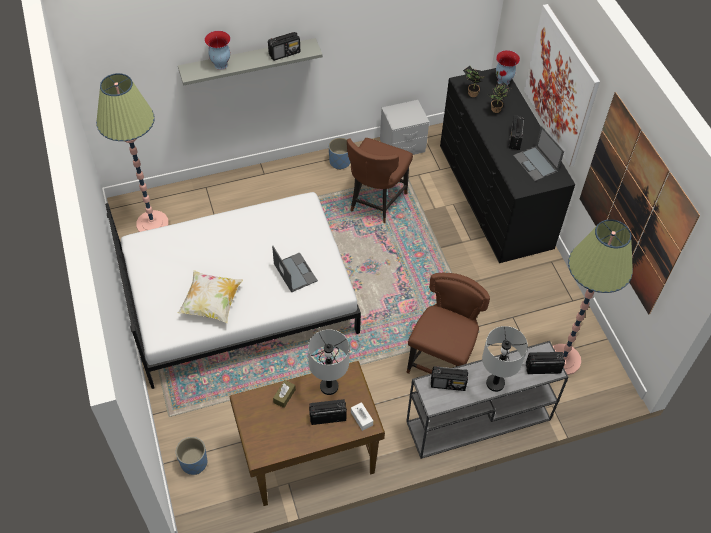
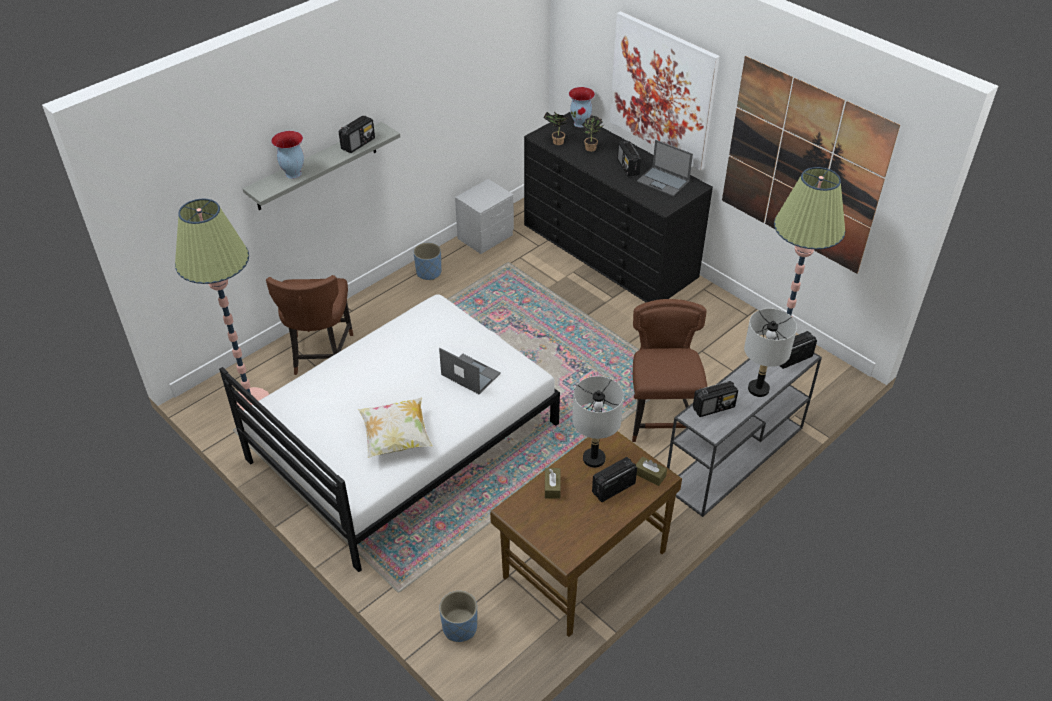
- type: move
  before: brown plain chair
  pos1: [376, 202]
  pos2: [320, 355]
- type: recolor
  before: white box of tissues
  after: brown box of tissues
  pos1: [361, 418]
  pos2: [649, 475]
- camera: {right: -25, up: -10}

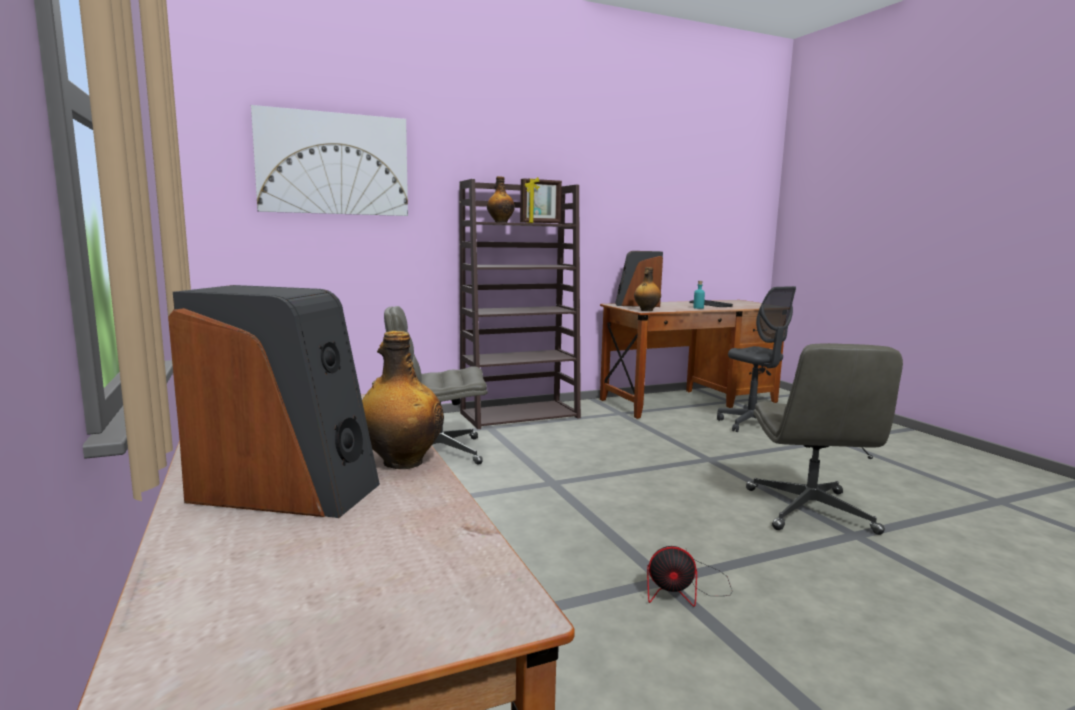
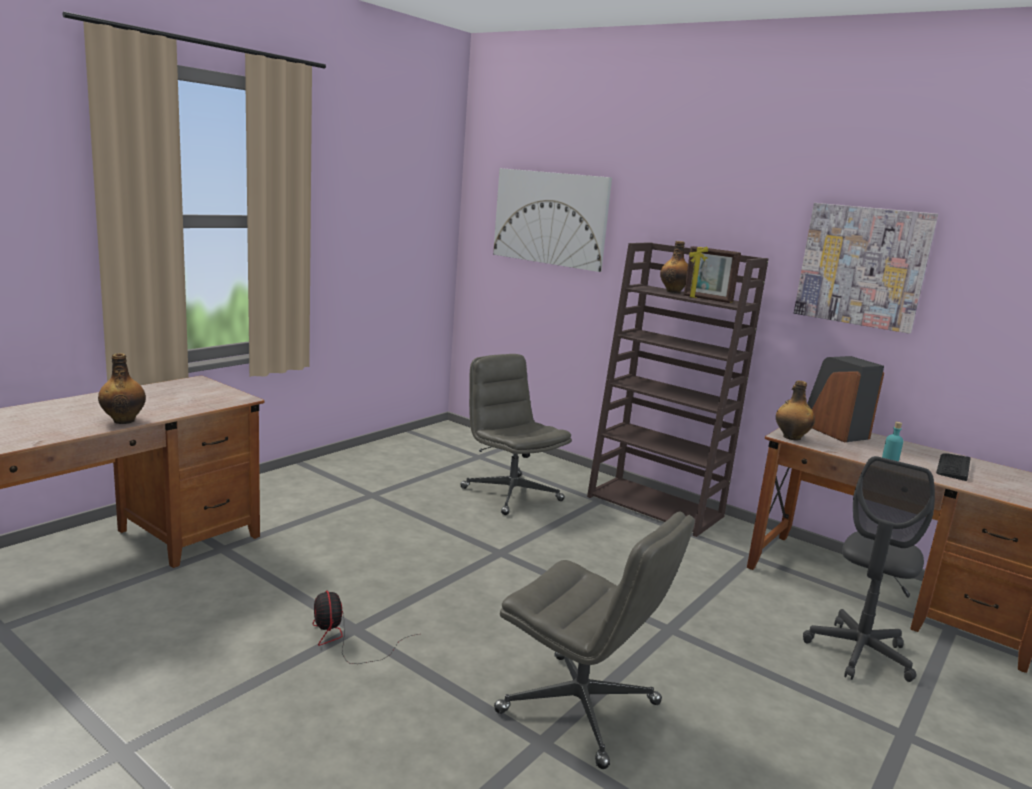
- type: rotate
  before: greyish computer chair
  pos1: [810, 511]
  pos2: [581, 708]
  turn: -120
- type: insert
  after: wall art
  pos2: [862, 266]
- type: delete
  before: loudspeaker
  pos1: [286, 491]
- camera: {right: 60, up: 5}

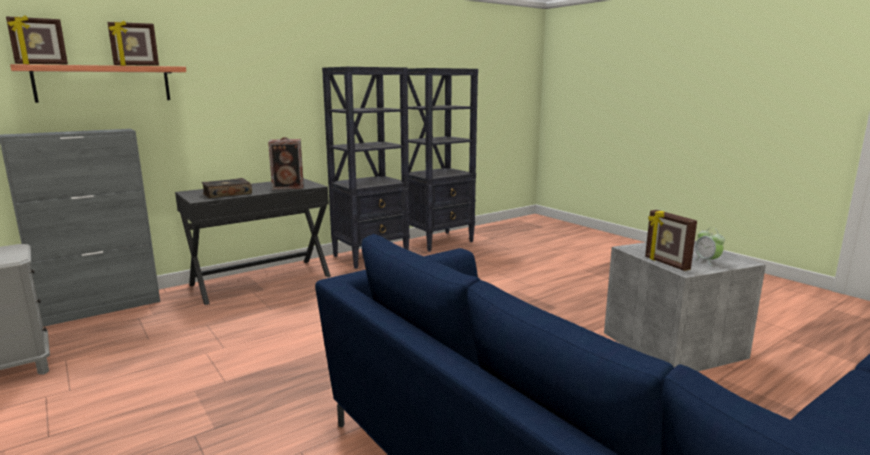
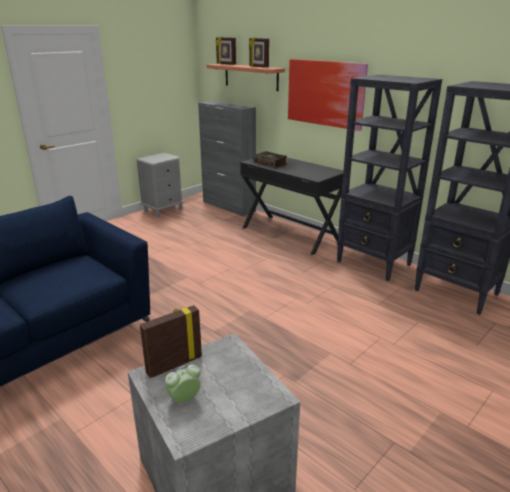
- type: insert
  after: wall art
  pos2: [325, 93]
- type: delete
  before: loudspeaker
  pos1: [289, 187]
- camera: {right: 80, up: 10}

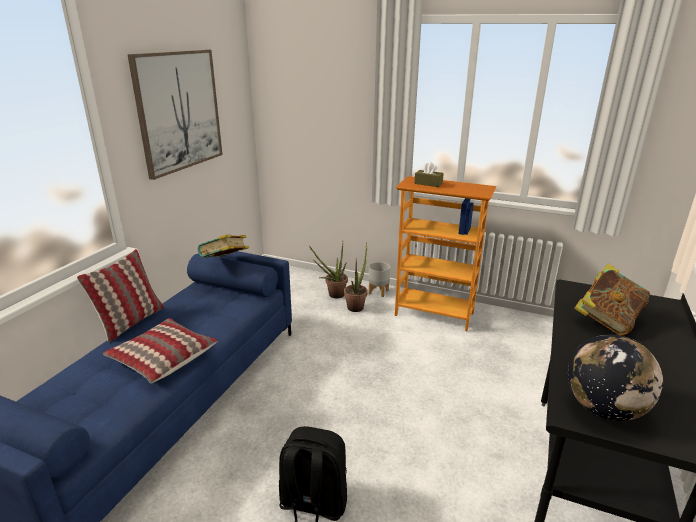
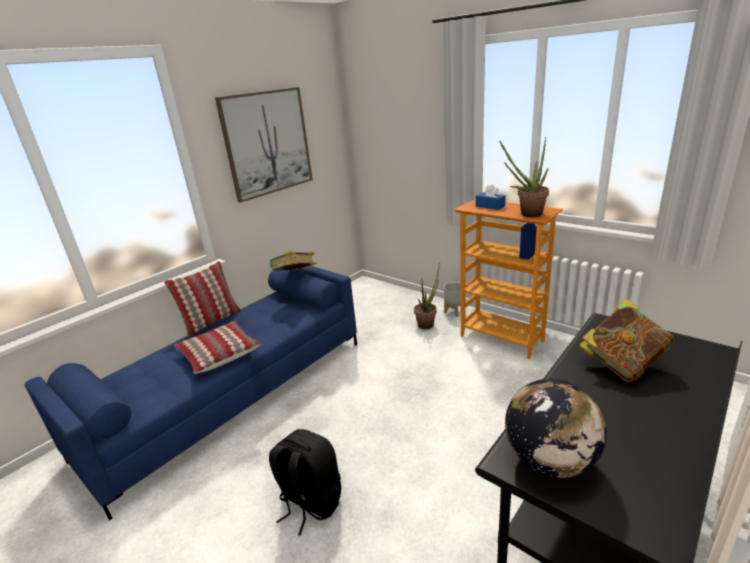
- type: recolor
  before: brown box of tissues
  after: blue-coloured box of tissues
  pos1: [428, 183]
  pos2: [490, 206]
- type: move
  before: houseplant
  pos1: [333, 295]
  pos2: [526, 214]
- camera: {right: 20, up: 0}

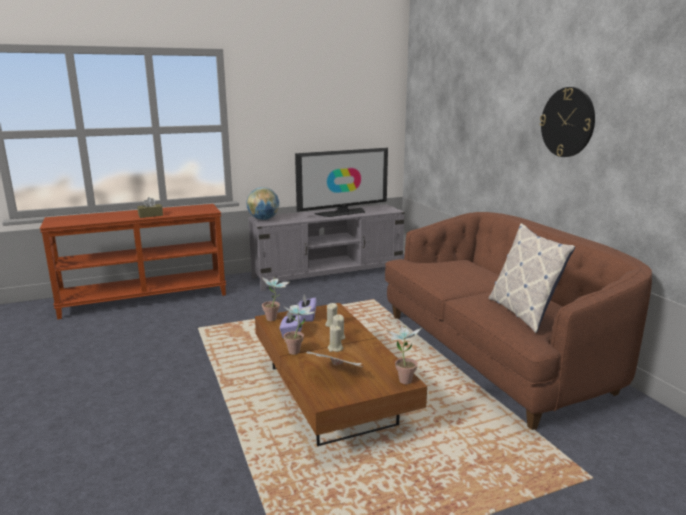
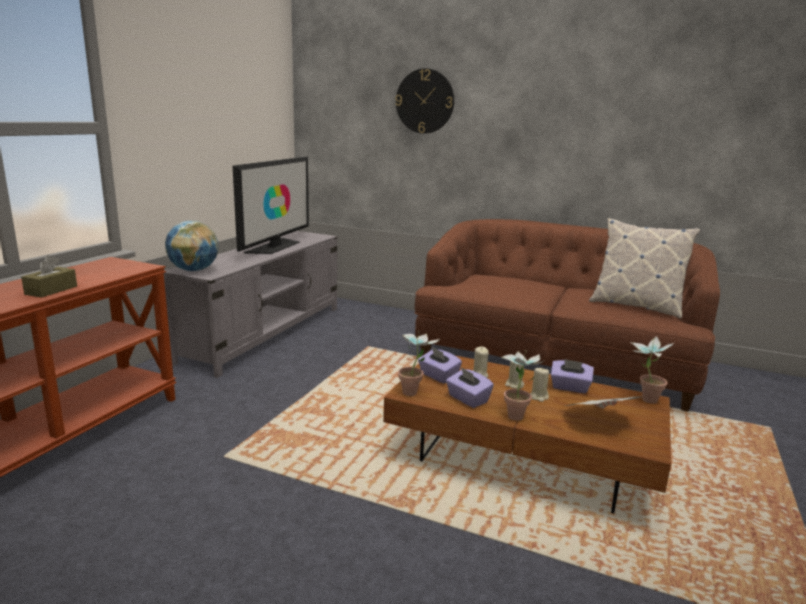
- type: move
  before: hanging clock
  pos1: [567, 122]
  pos2: [425, 101]
- type: insert
  after: purple box of tissues
  pos2: [569, 387]
- camera: {right: -45, up: 0}

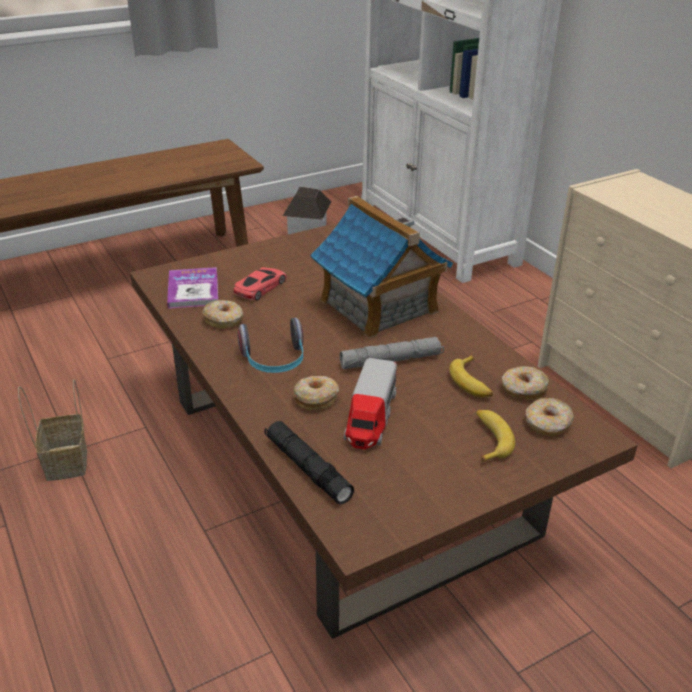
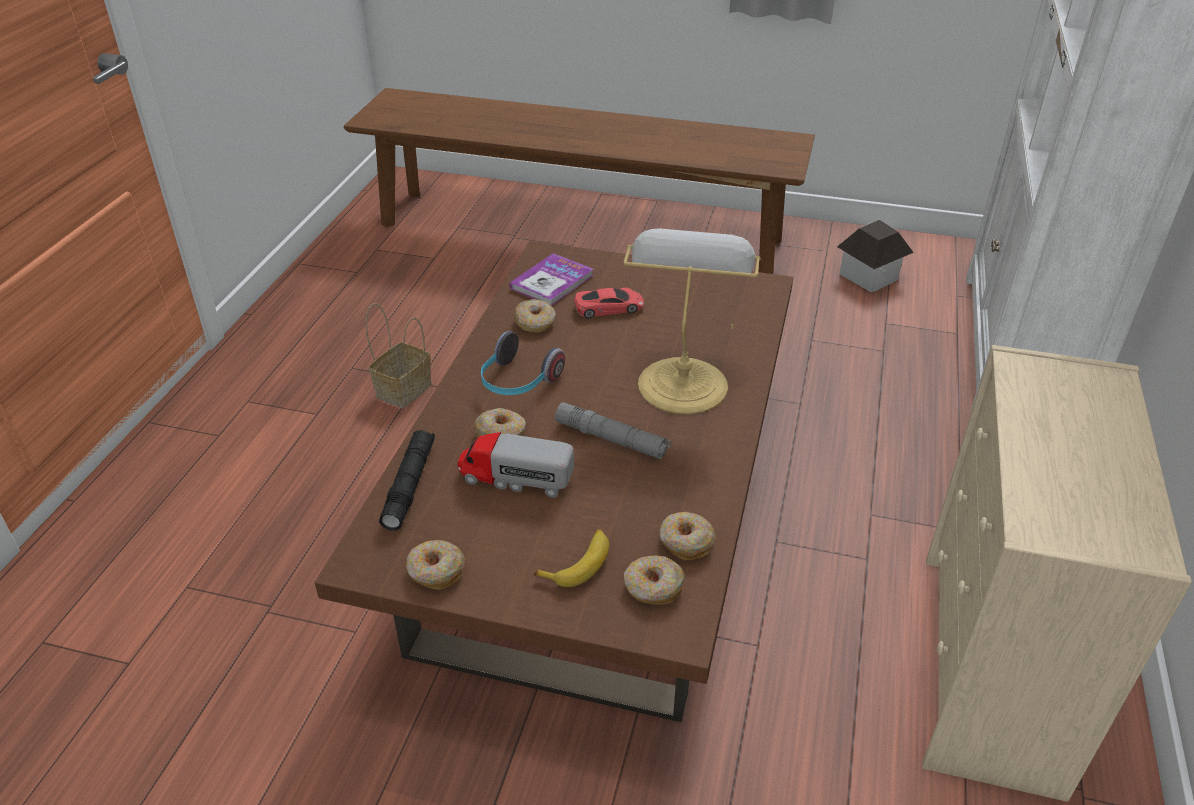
- type: insert
  after: doughnut
  pos2: [435, 571]
- type: rotate
  before: model truck
  pos1: [370, 418]
  pos2: [515, 477]
  turn: 45
- type: replace
  before: model house
  after: lamp for a table
  pos1: [379, 306]
  pos2: [682, 382]
- type: delete
  before: banana
  pos1: [472, 383]
- camera: {right: 45, up: 5}

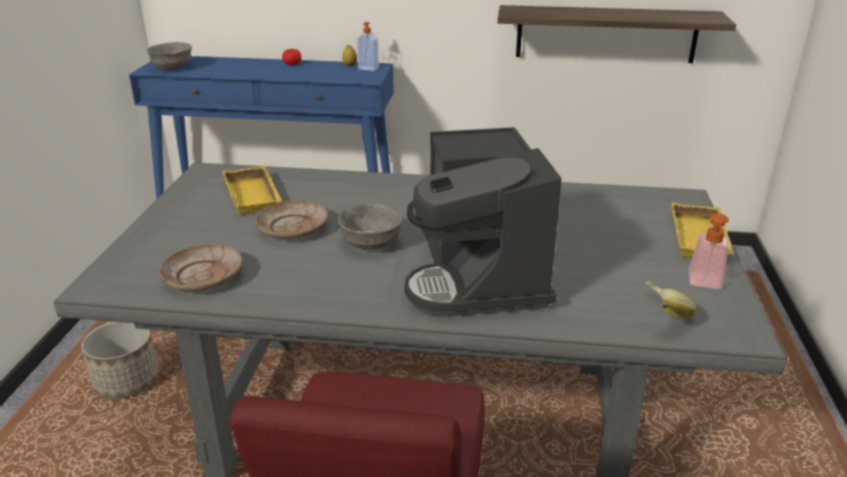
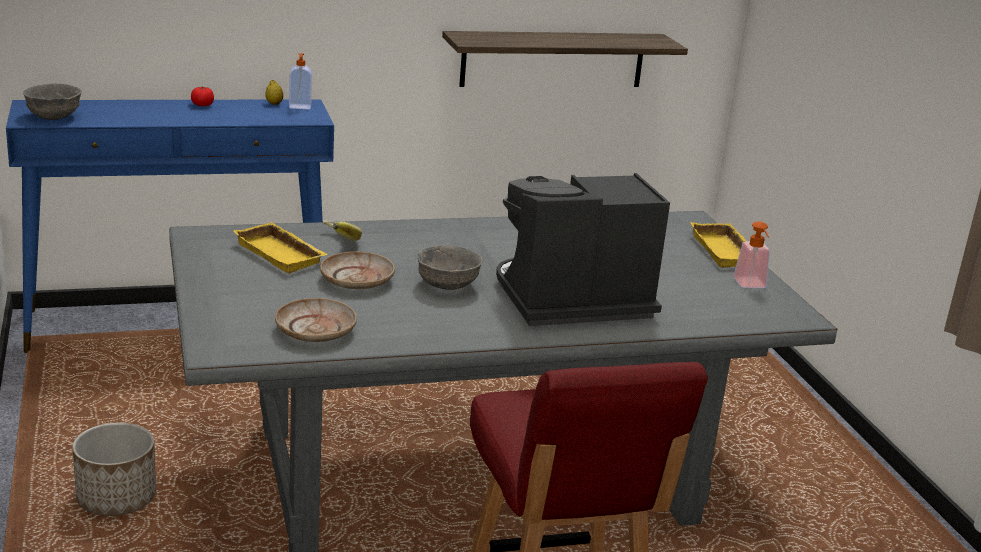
- type: move
  before: banana
  pos1: [659, 315]
  pos2: [336, 243]
- type: rotate
  before: coffee maker
  pos1: [479, 278]
  pos2: [569, 301]
  turn: 105
- camera: {right: -25, up: -5}

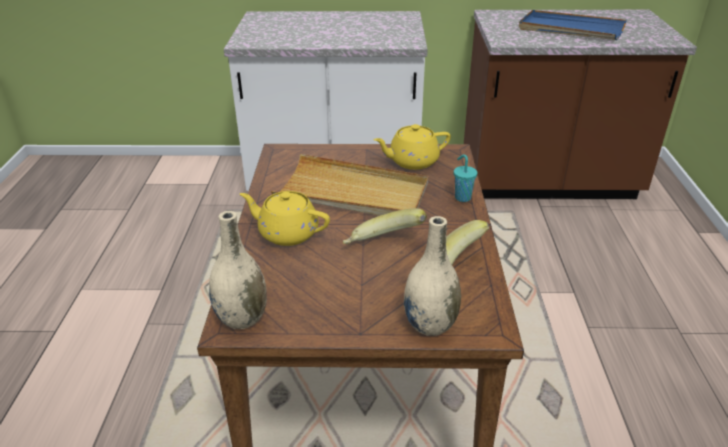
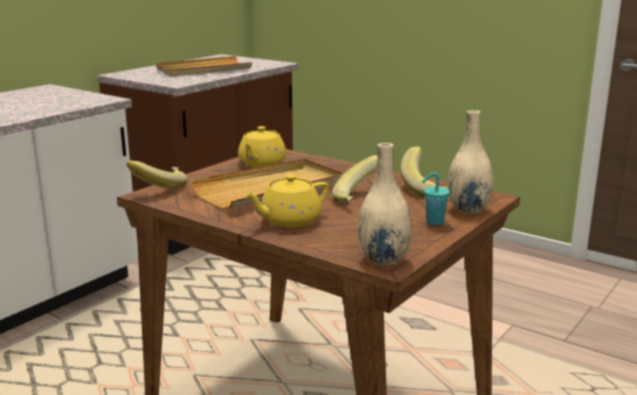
- type: insert
  after: banana
  pos2: [159, 188]
- type: recolor
  before: blue-coloured serving tray
  after: beige serving tray
  pos1: [570, 29]
  pos2: [203, 70]
- type: move
  before: blue-green drinking cup
  pos1: [462, 197]
  pos2: [433, 222]
- camera: {right: -55, up: -15}

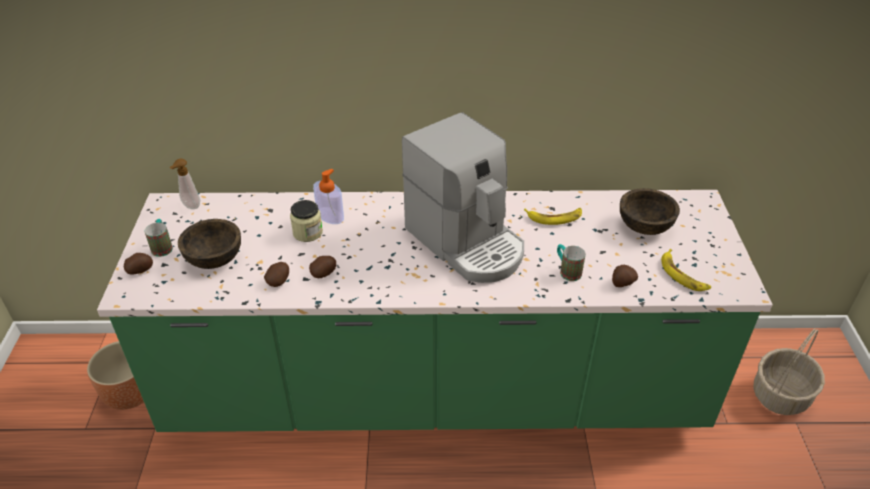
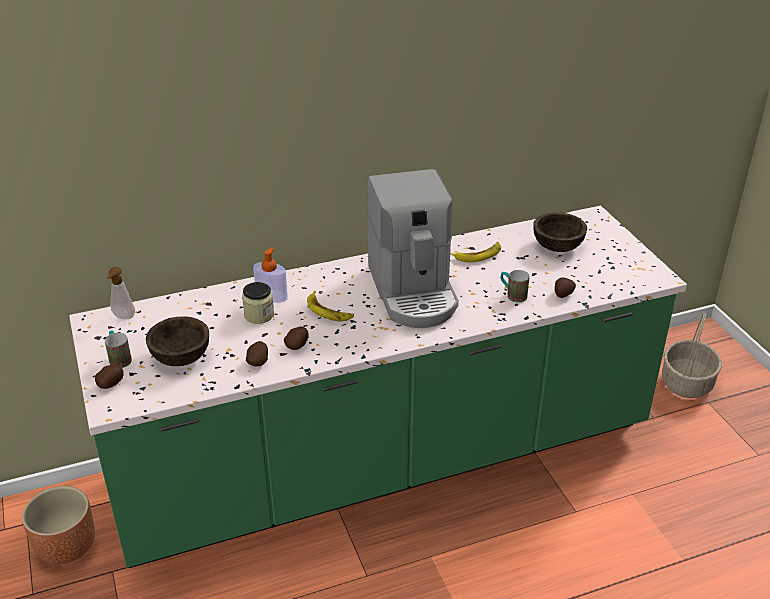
- type: move
  before: banana
  pos1: [682, 275]
  pos2: [328, 311]
- type: rotate
  before: coffee maker
  pos1: [467, 243]
  pos2: [413, 291]
  turn: 45
- camera: {right: -20, up: -5}

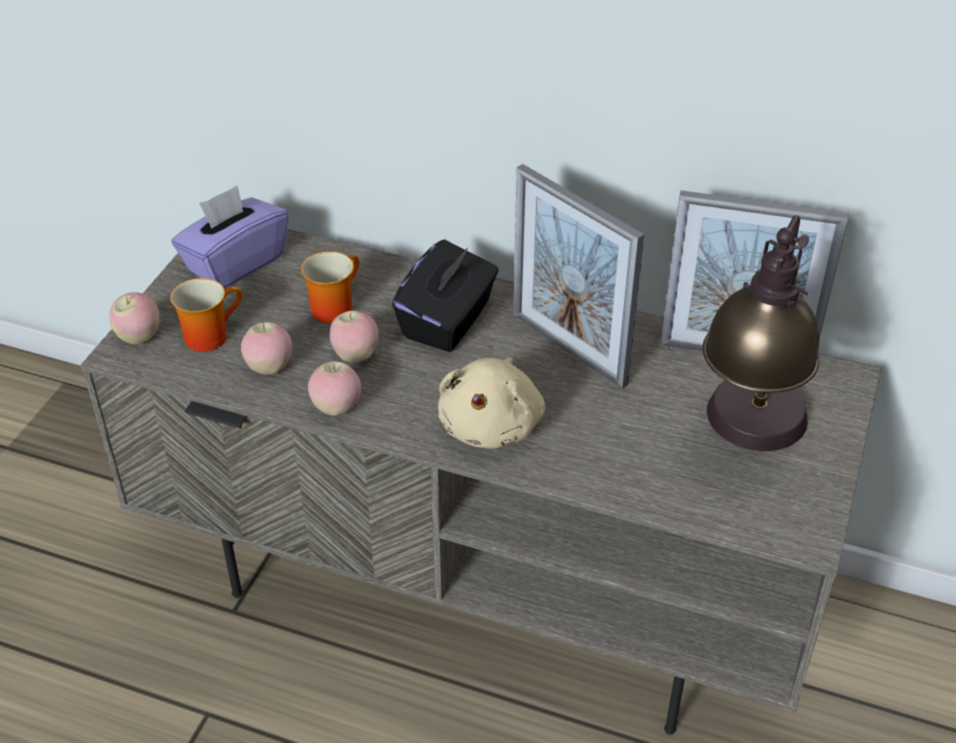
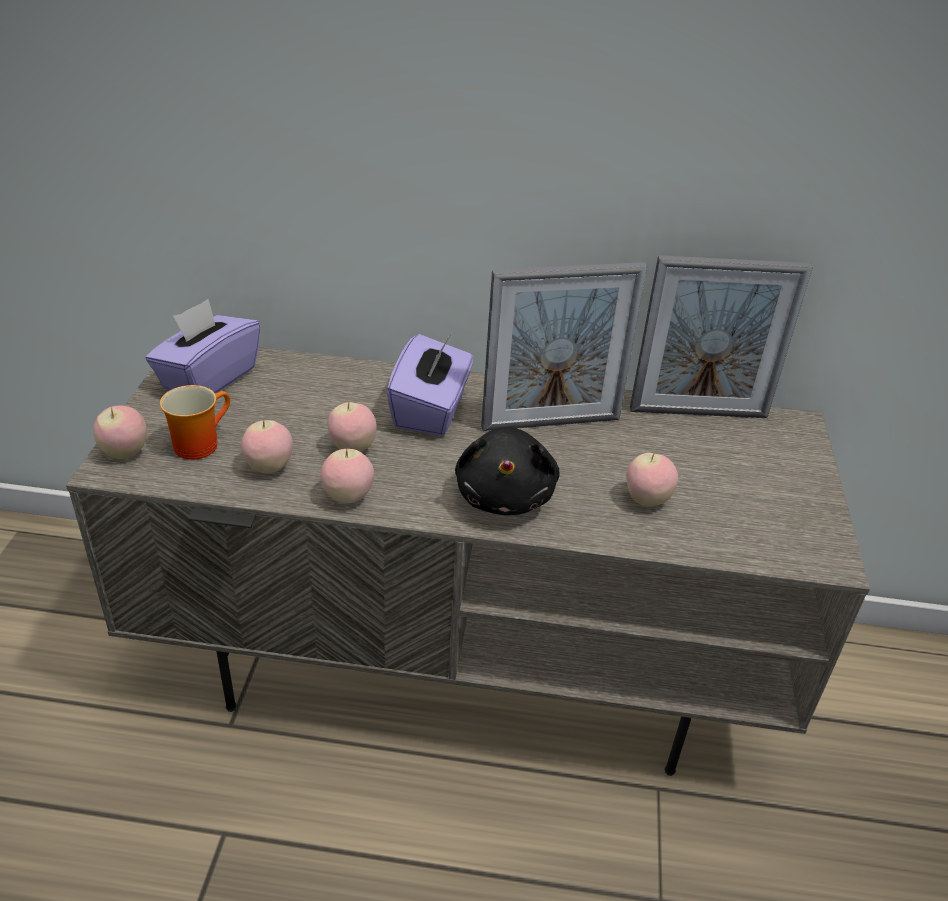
- type: recolor
  before: black-coloured box of tissues
  after: purple box of tissues
  pos1: [448, 321]
  pos2: [431, 410]
- type: recolor
  before: beige plush toy
  after: black-coloured plush toy
  pos1: [492, 424]
  pos2: [505, 495]
- type: rotate
  before: photo frame
  pos1: [568, 349]
  pos2: [551, 423]
  turn: -45
- type: insert
  after: apple fruit
  pos2: [647, 500]
- type: delete
  before: mug
  pos1: [332, 306]
- type: delete
  before: lamp for a table
  pos1: [748, 442]
- camera: {right: -15, up: -5}

